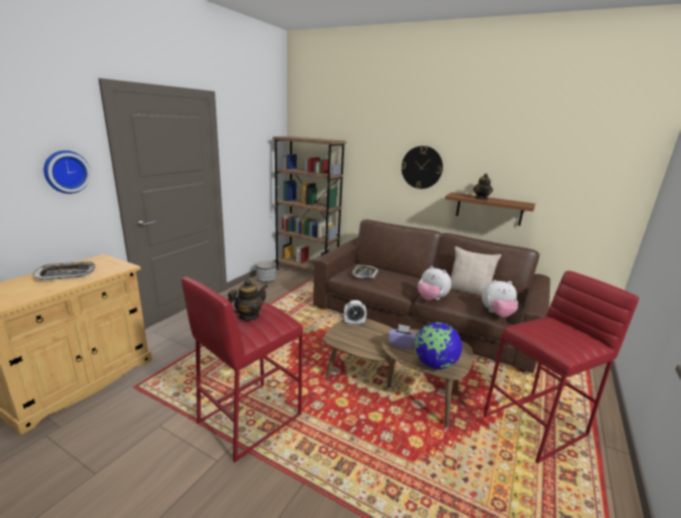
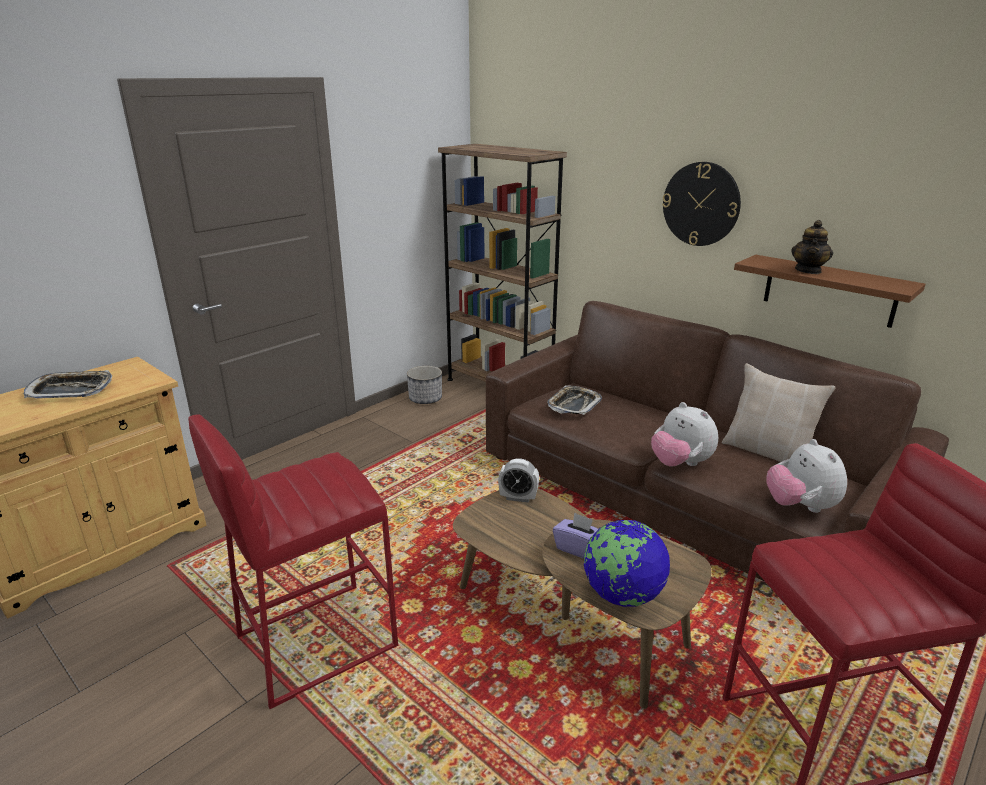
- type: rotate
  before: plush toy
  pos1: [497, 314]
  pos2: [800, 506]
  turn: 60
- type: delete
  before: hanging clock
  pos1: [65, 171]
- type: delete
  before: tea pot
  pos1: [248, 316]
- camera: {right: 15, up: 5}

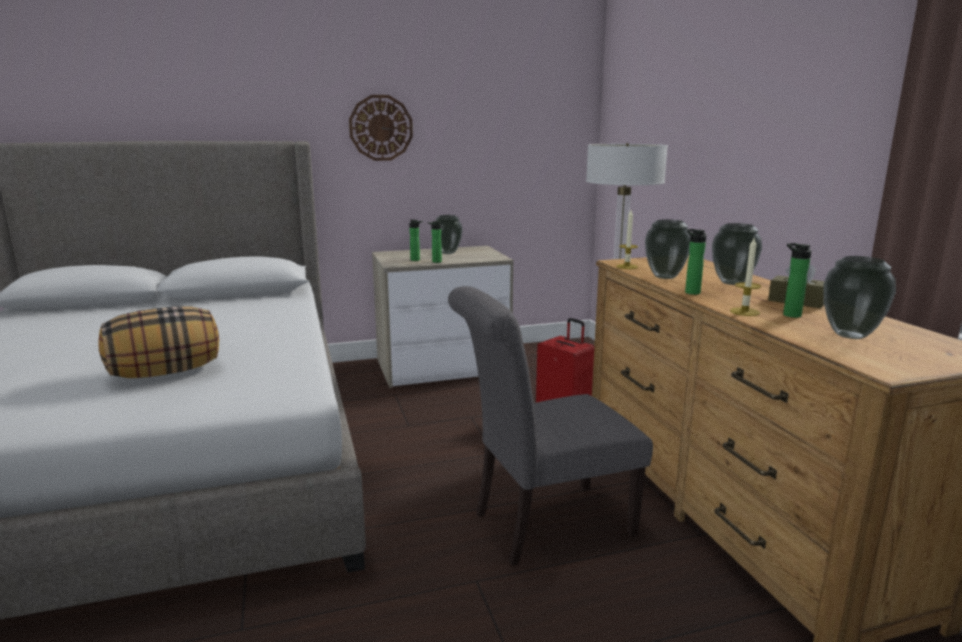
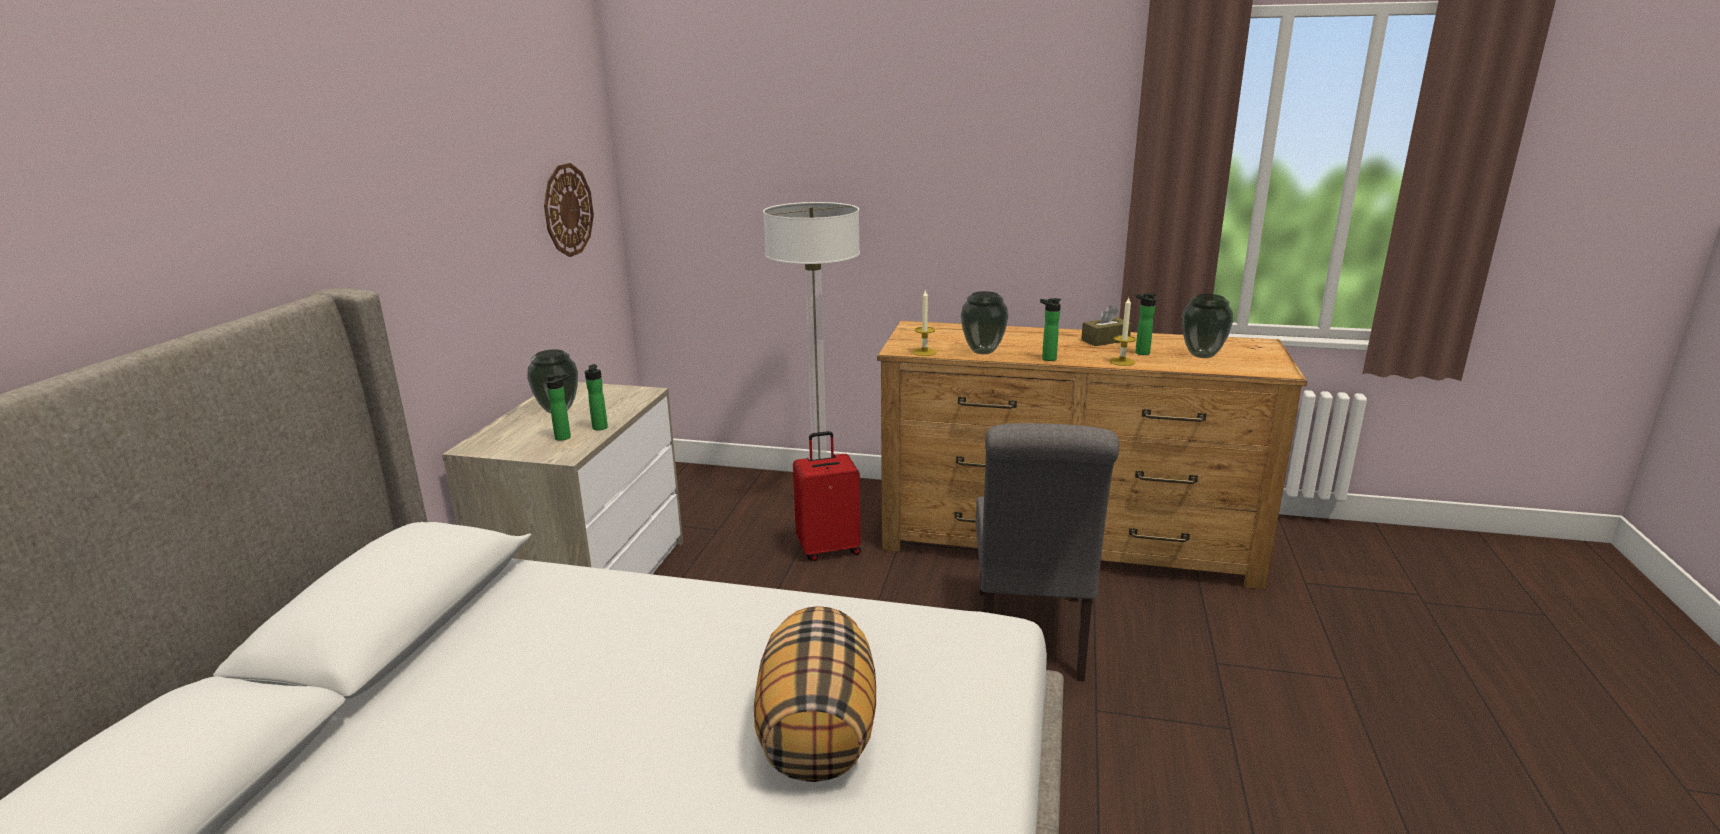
- type: move
  before: hanging clock
  pos1: [381, 128]
  pos2: [568, 210]
- type: delete
  before: flower vase
  pos1: [733, 283]
- camera: {right: -60, up: 5}

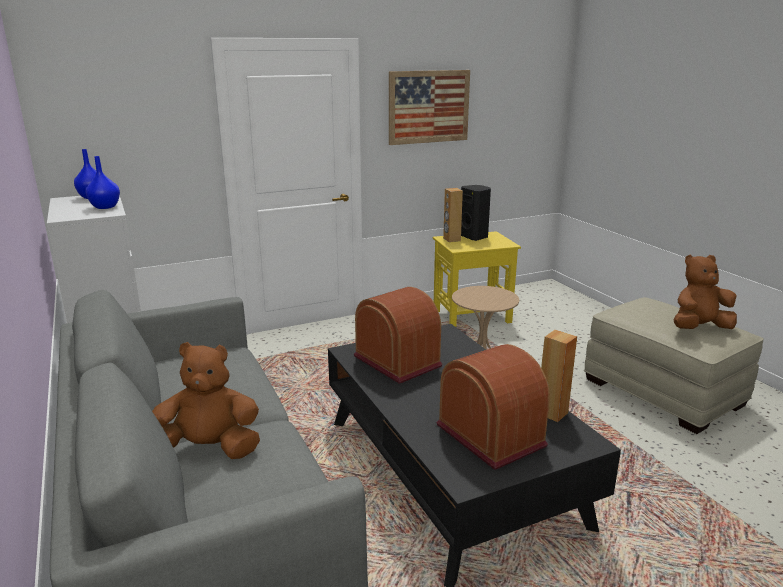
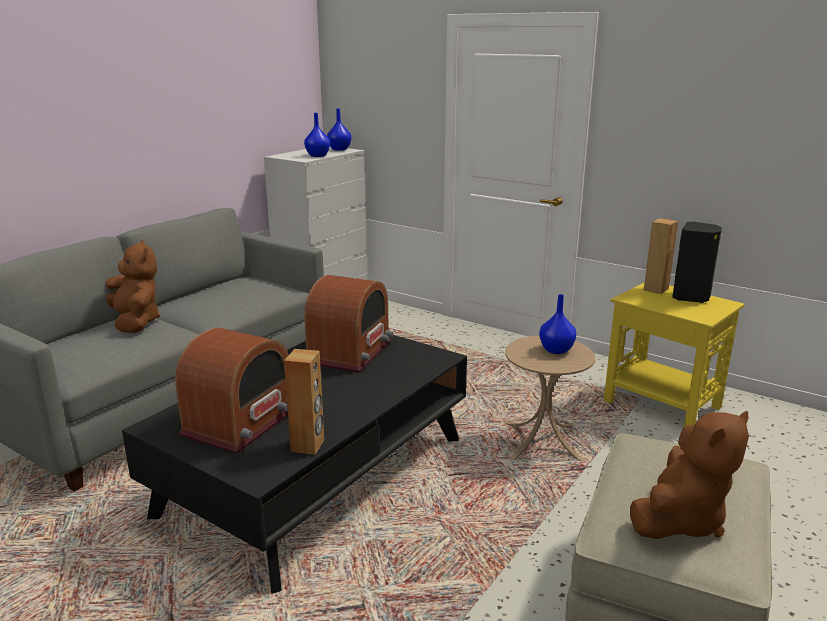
- type: insert
  after: blue-coloured flower vase
  pos2: [556, 349]
- type: rotate
  before: brown plush toy
  pos1: [699, 328]
  pos2: [680, 520]
  turn: 90
- type: delete
  before: wall art
  pos1: [429, 107]
- camera: {right: 60, up: 0}

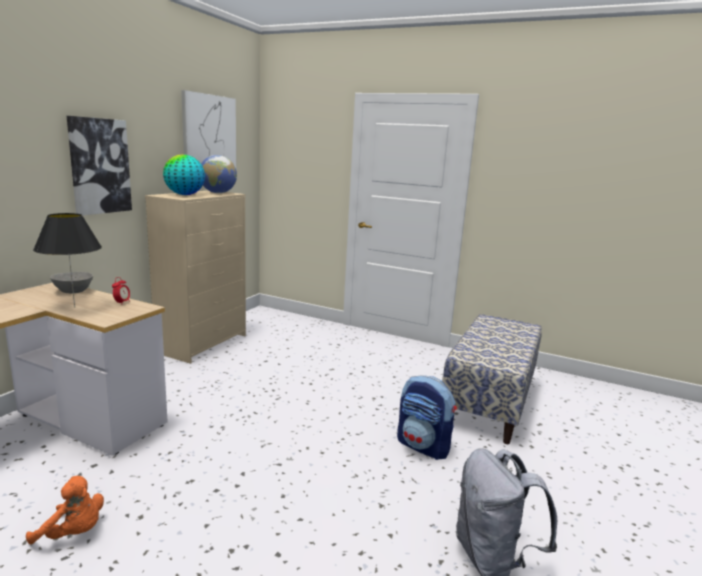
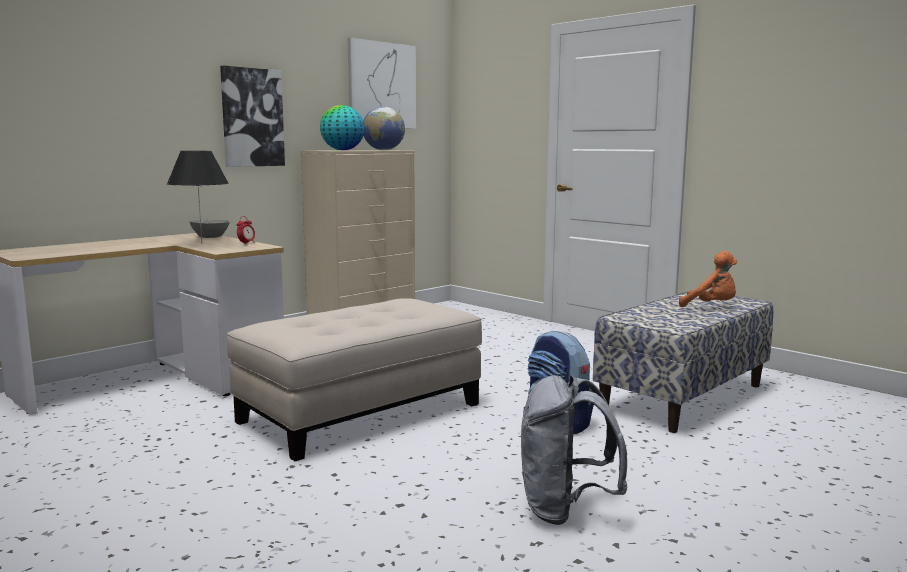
- type: insert
  after: beige pouffe
  pos2: [360, 412]
- type: move
  before: orange-coloured plush toy
  pos1: [73, 533]
  pos2: [711, 306]
- camera: {right: 20, up: -5}

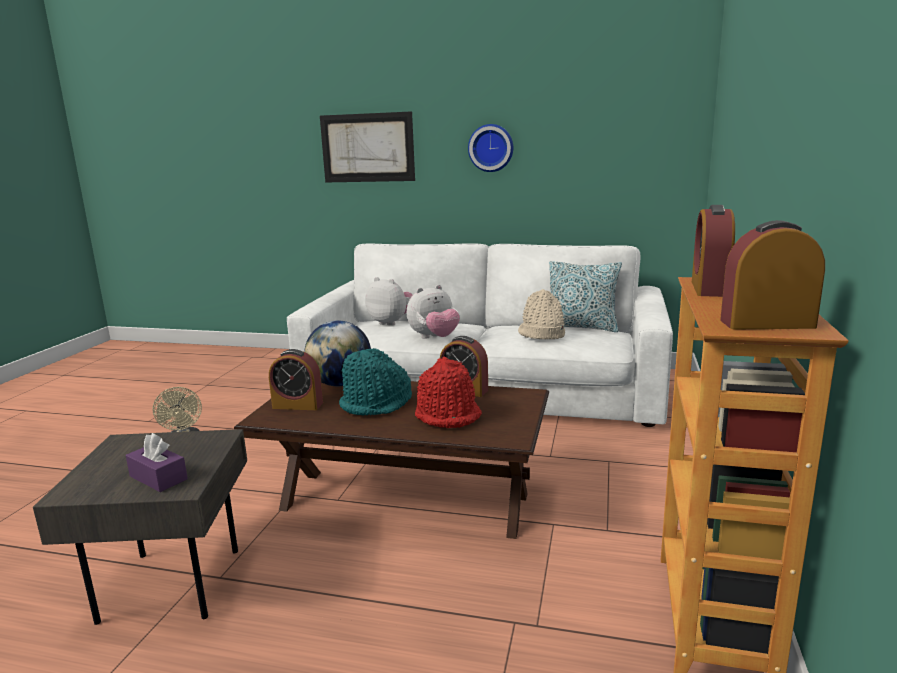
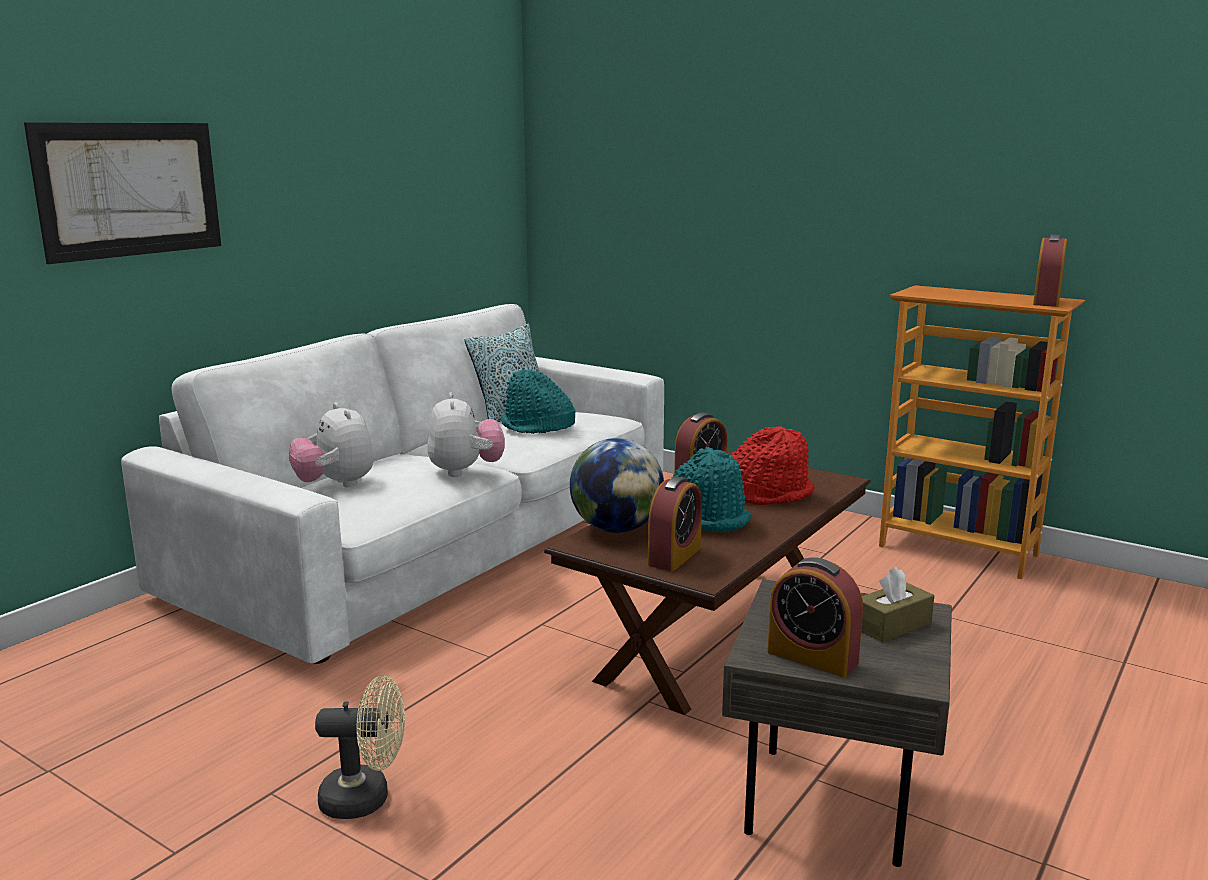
- type: rotate
  before: plush toy
  pos1: [391, 322]
  pos2: [336, 485]
  turn: -90
- type: recolor
  before: beige wearable hat
  after: blue-green wearable hat
  pos1: [541, 334]
  pos2: [537, 427]
- type: move
  before: alarm clock
  pos1: [709, 288]
  pos2: [812, 657]
- type: recolor
  before: purple box of tissues
  after: brown box of tissues
  pos1: [158, 478]
  pos2: [892, 625]
- type: delete
  before: hanging clock
  pos1: [491, 148]
- camera: {right: -70, up: 0}

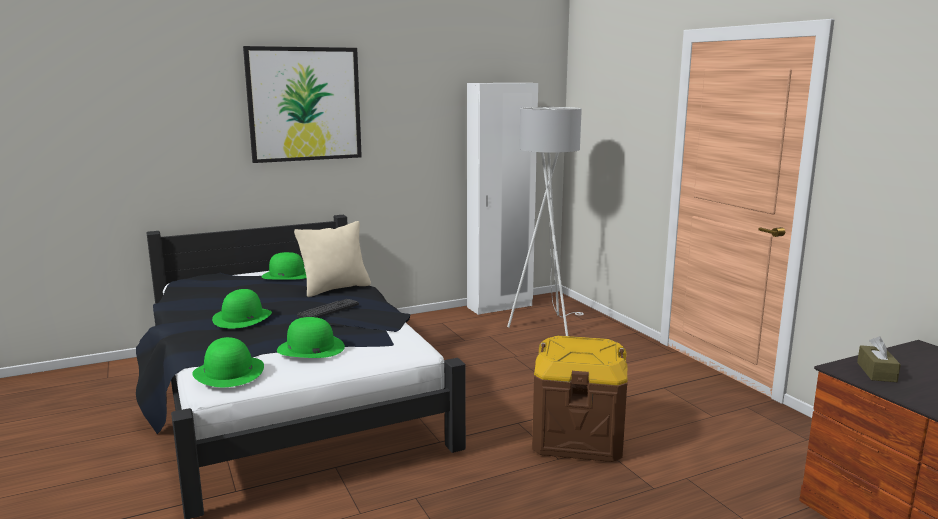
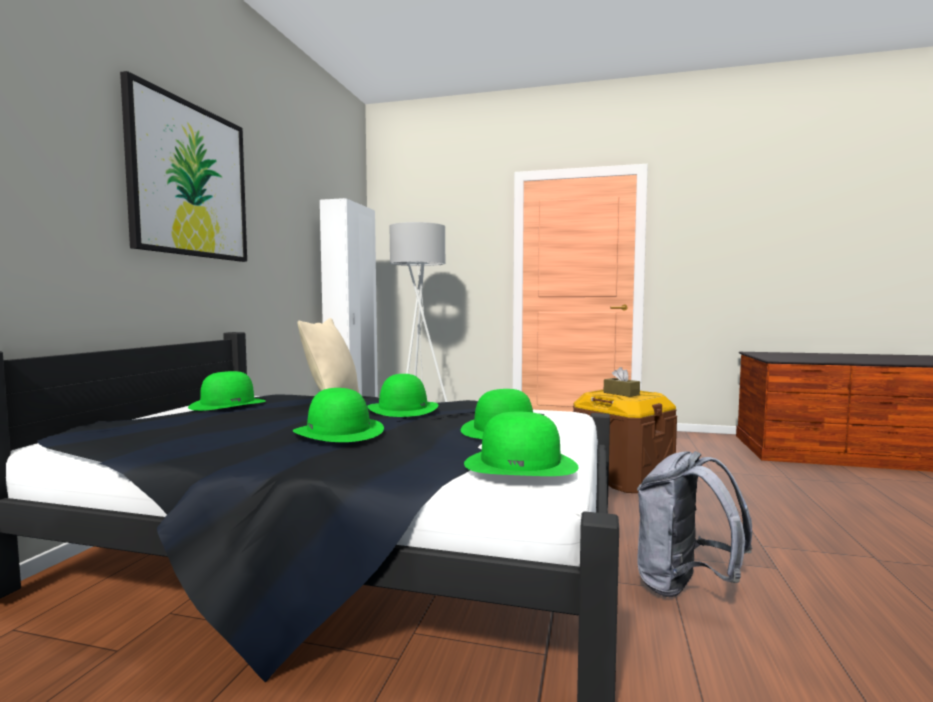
- type: replace
  before: PC keyboard
  after: green-coloured wearable hat
  pos1: [328, 310]
  pos2: [403, 409]
- type: move
  before: brown box of tissues
  pos1: [876, 372]
  pos2: [621, 393]
- type: insert
  after: greyish knapsack
  pos2: [685, 587]
- camera: {right: -50, up: -10}

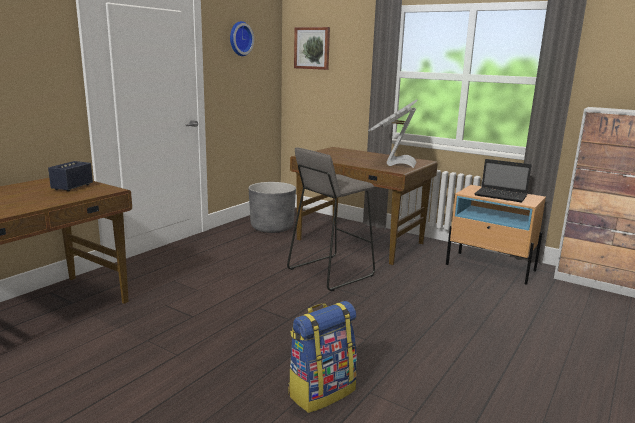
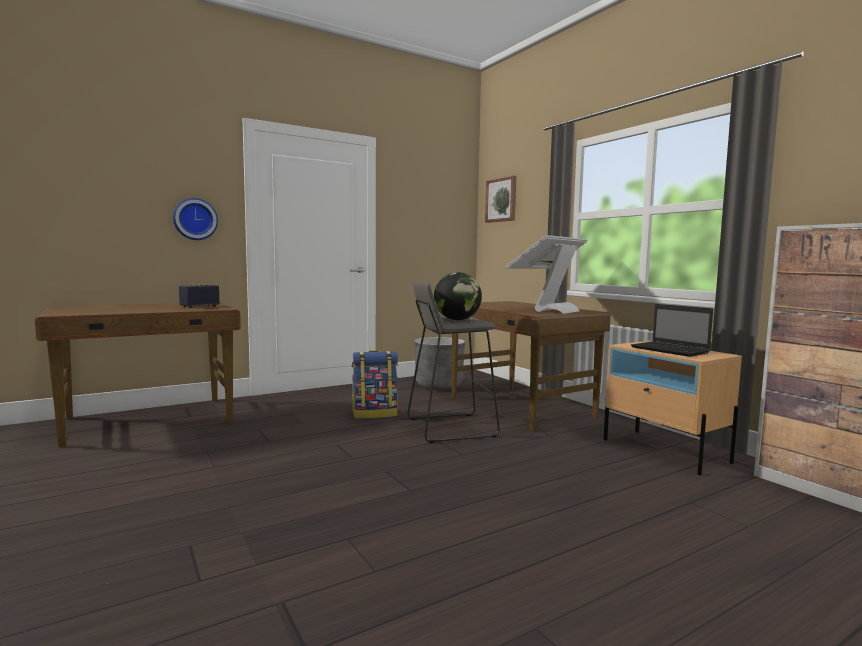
- type: move
  before: hanging clock
  pos1: [239, 38]
  pos2: [195, 219]
- type: move
  before: knapsack
  pos1: [321, 392]
  pos2: [375, 414]
- type: insert
  after: world globe
  pos2: [457, 320]
- camera: {right: 25, up: -10}

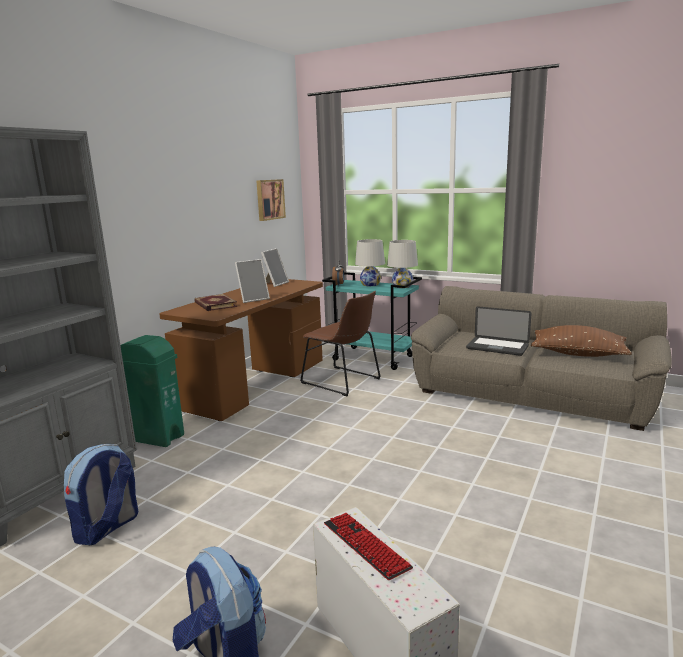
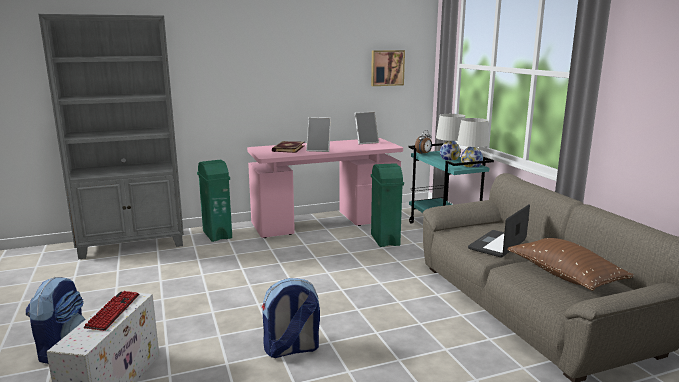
- type: recolor
  before: brown desk unit
  after: pink-coloured desk unit
  pos1: [256, 384]
  pos2: [325, 222]
- type: move
  before: knapsack
  pos1: [107, 528]
  pos2: [291, 349]
- type: replace
  before: brown plain chair
  after: green-coloured rubbish bin
  pos1: [343, 381]
  pos2: [385, 240]
- type: rotate
  before: notebook computer
  pos1: [497, 347]
  pos2: [497, 244]
  turn: 60
- camera: {right: 40, up: 0}

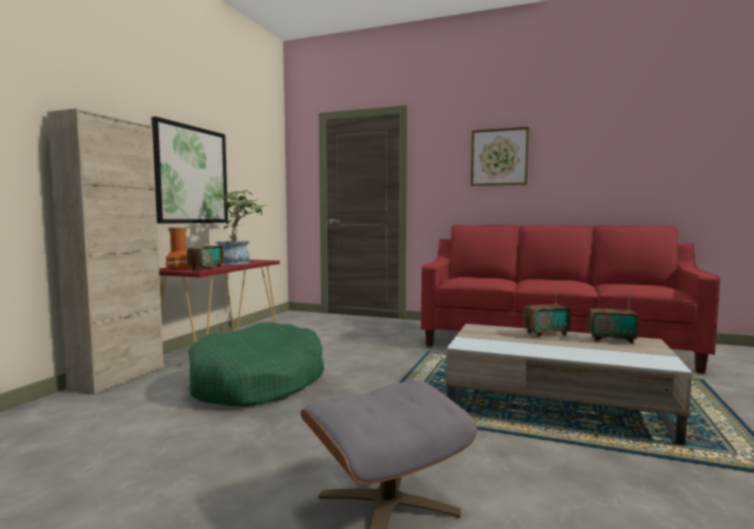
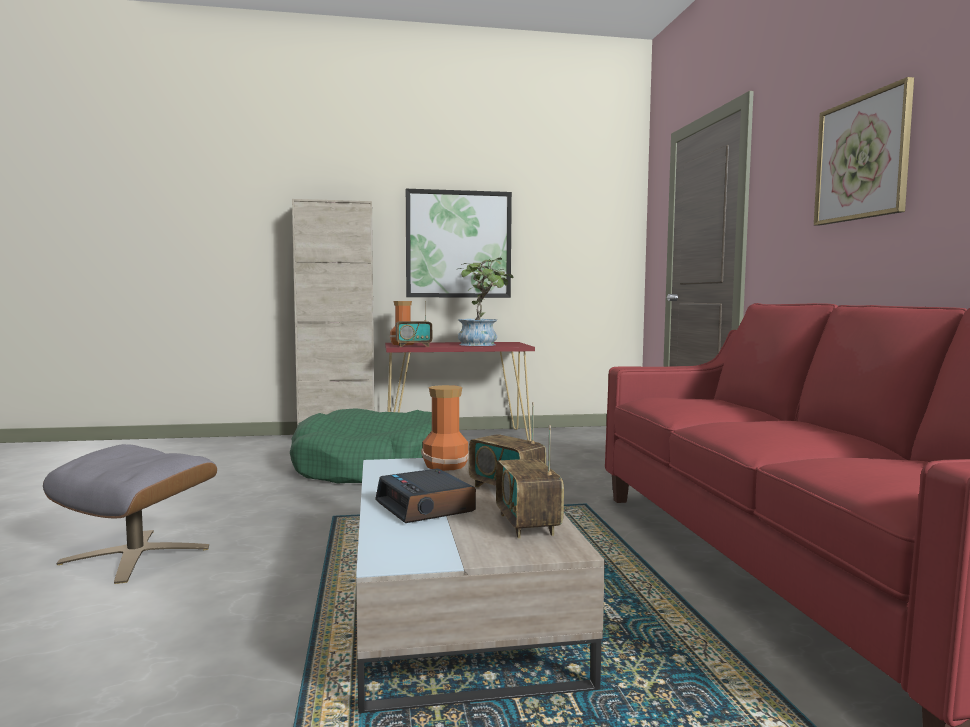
- type: insert
  after: alarm clock
  pos2: [426, 506]
- type: insert
  after: flower vase
  pos2: [445, 465]
- camera: {right: 60, up: 0}

